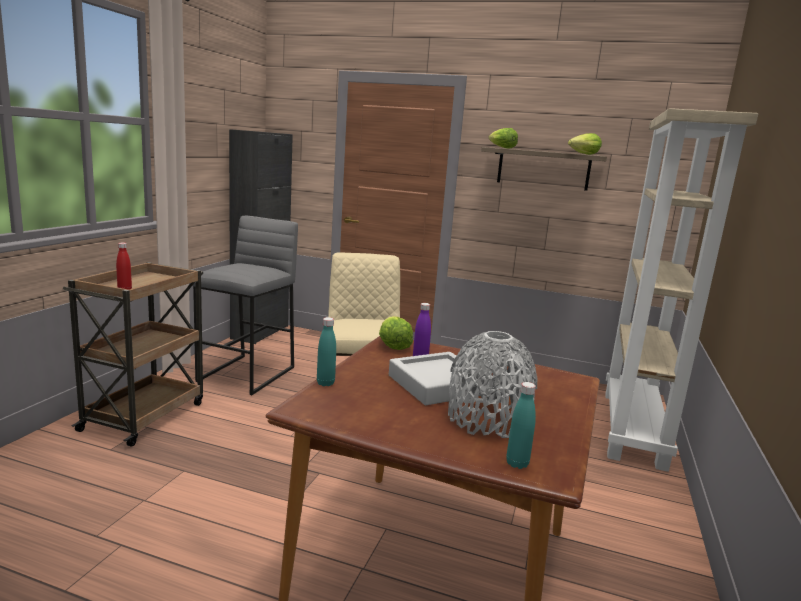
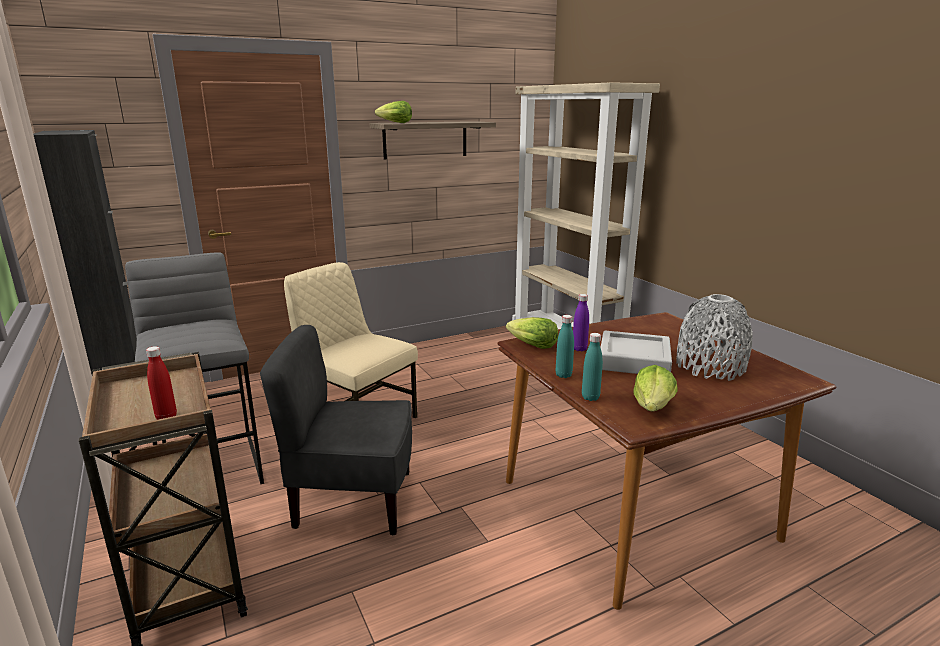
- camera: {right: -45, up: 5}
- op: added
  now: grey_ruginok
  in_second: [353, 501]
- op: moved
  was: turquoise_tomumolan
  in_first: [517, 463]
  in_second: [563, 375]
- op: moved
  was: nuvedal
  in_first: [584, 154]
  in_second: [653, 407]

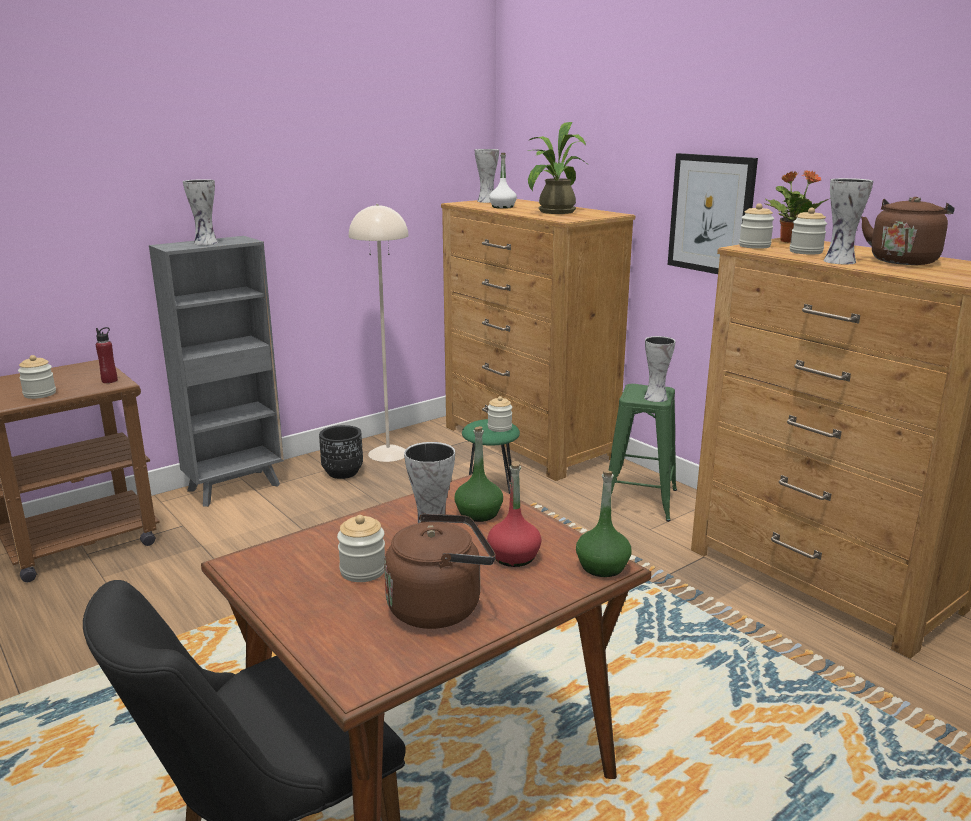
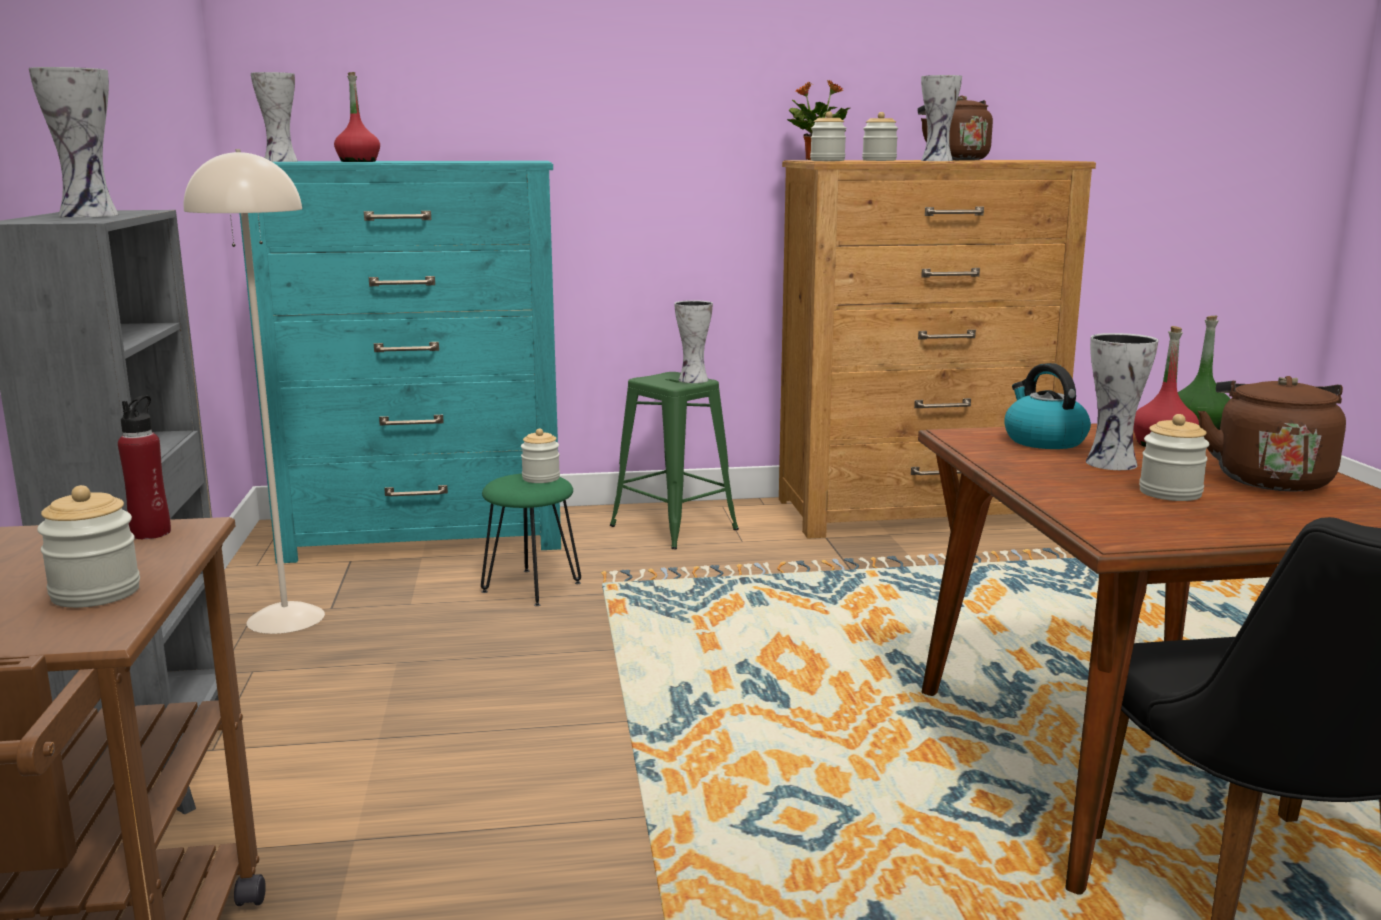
- camera: {right: -60, up: -5}
- op: removed
  was: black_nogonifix
  in_first: [343, 472]
- op: removed
  was: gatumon
  in_first: [553, 212]
- op: removed
  was: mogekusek
  in_first: [711, 214]
- op: replaced
  was: green_tomumolan
  now: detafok
  in_first: [478, 513]
  in_second: [1043, 440]
- op: recoloured
  was: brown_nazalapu
  now: turquoise_nazalapu
  in_first: [528, 442]
  in_second: [427, 534]
- op: recoloured
  was: white_tomumolan
  now: red_tomumolan
  in_first: [502, 207]
  in_second: [358, 161]

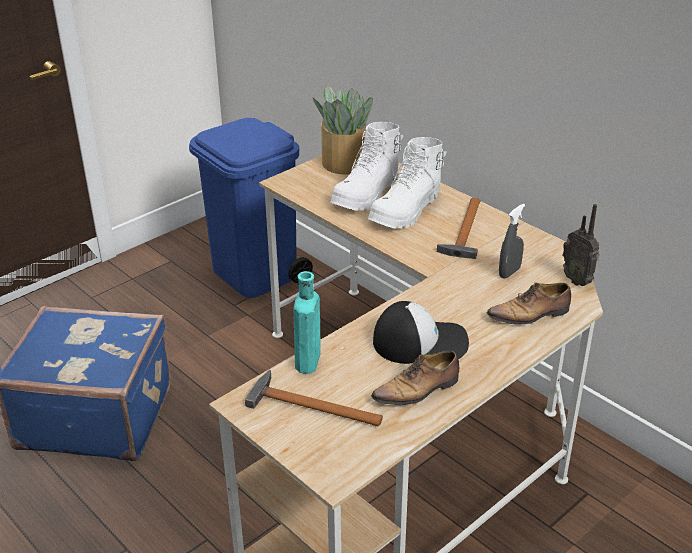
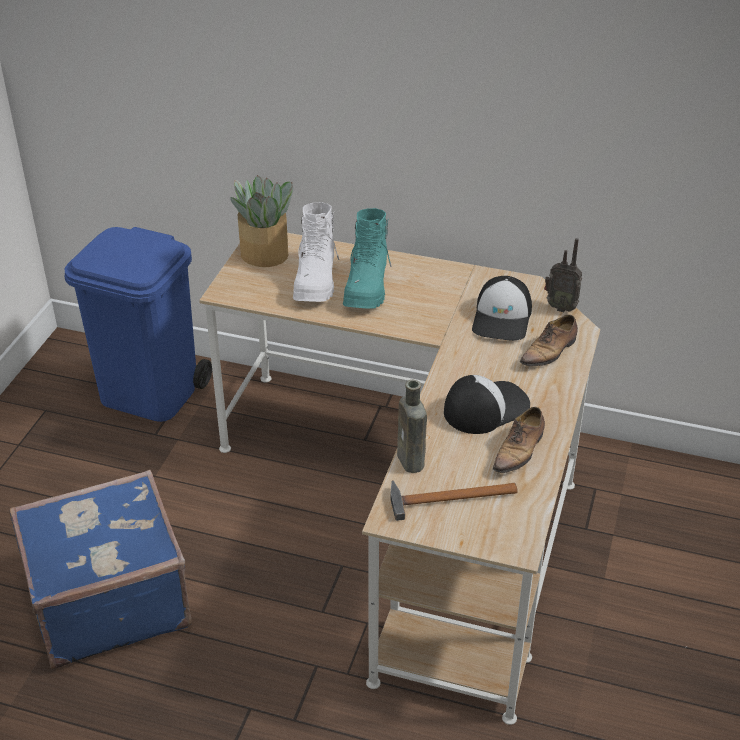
- camera: {right: -30, up: 5}
- op: removed
  was: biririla
  in_first: [464, 232]
- op: replaced
  was: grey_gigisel
  now: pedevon
  in_first: [509, 272]
  in_second: [502, 318]
- op: recoloured
  was: turquoise_tomumolan
  now: brown_tomumolan
  in_first: [307, 363]
  in_second: [411, 462]
- op: recoloured
  was: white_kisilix
  now: turquoise_kisilix
  in_first: [407, 211]
  in_second: [367, 287]

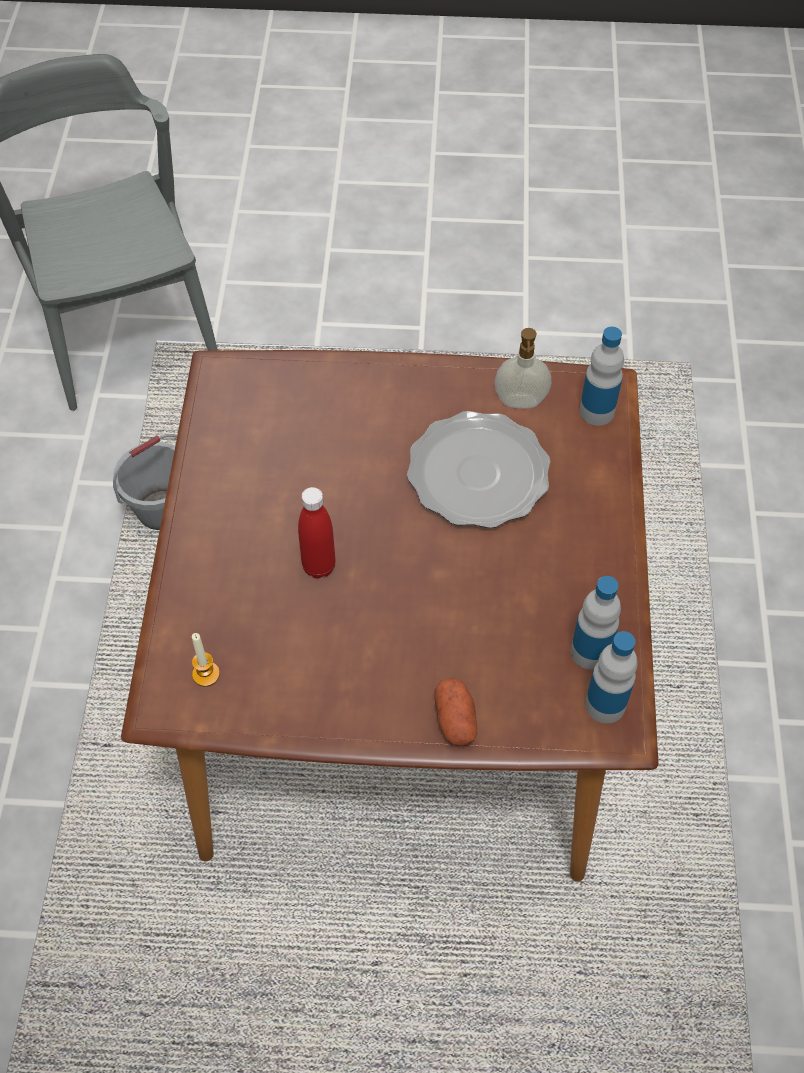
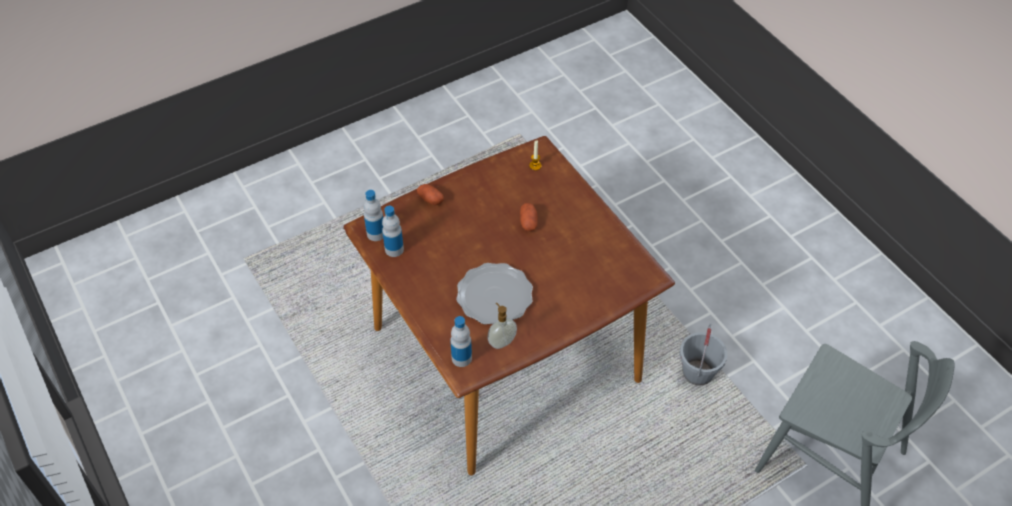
- camera: {right: 145, up: -5}
- op: replaced
  was: red_tomumolan
  now: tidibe
  in_first: [319, 566]
  in_second: [528, 222]

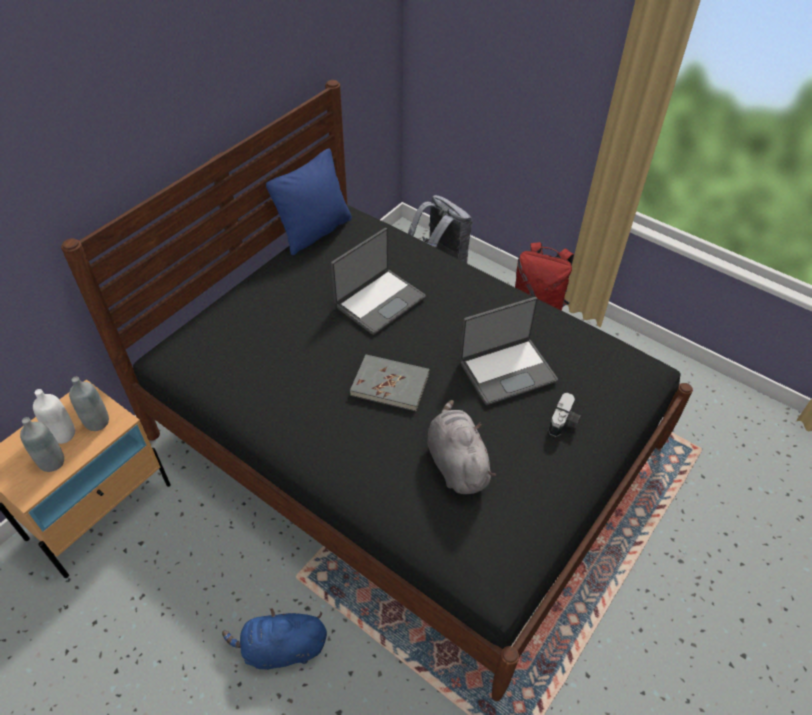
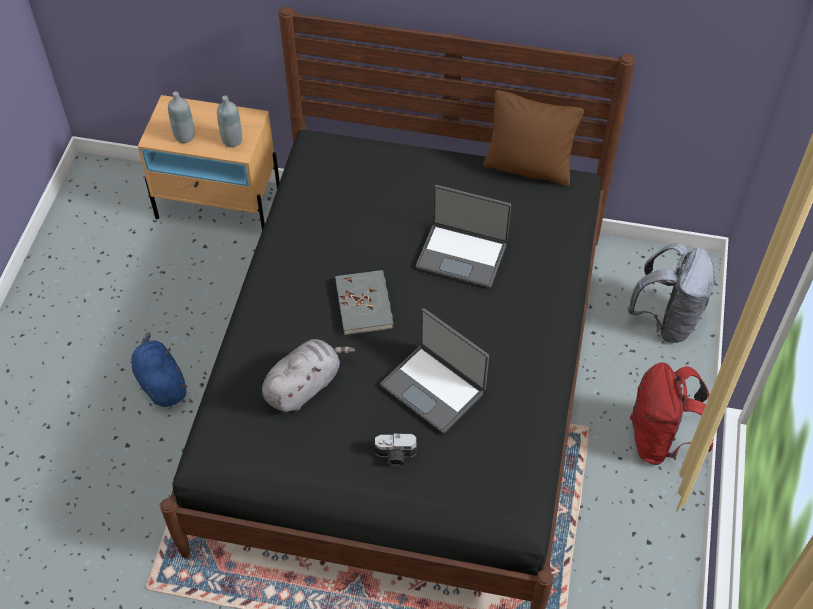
- camera: {right: 65, up: 5}
- op: removed
  was: white_tomumolan
  in_first: [63, 434]
- op: recoloured
  was: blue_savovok
  now: brown_savovok
  in_first: [315, 232]
  in_second: [528, 167]

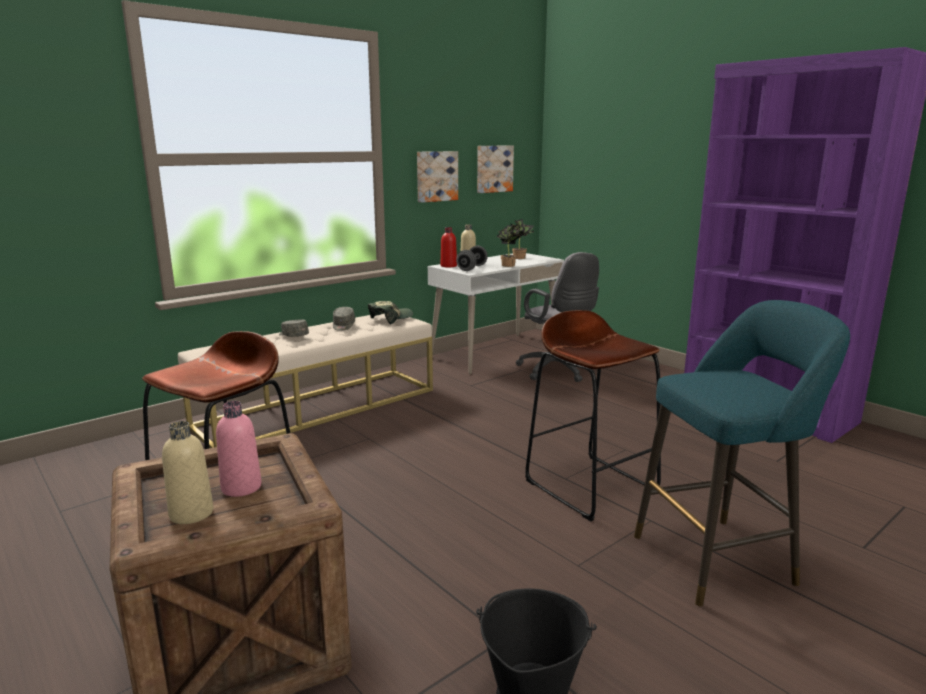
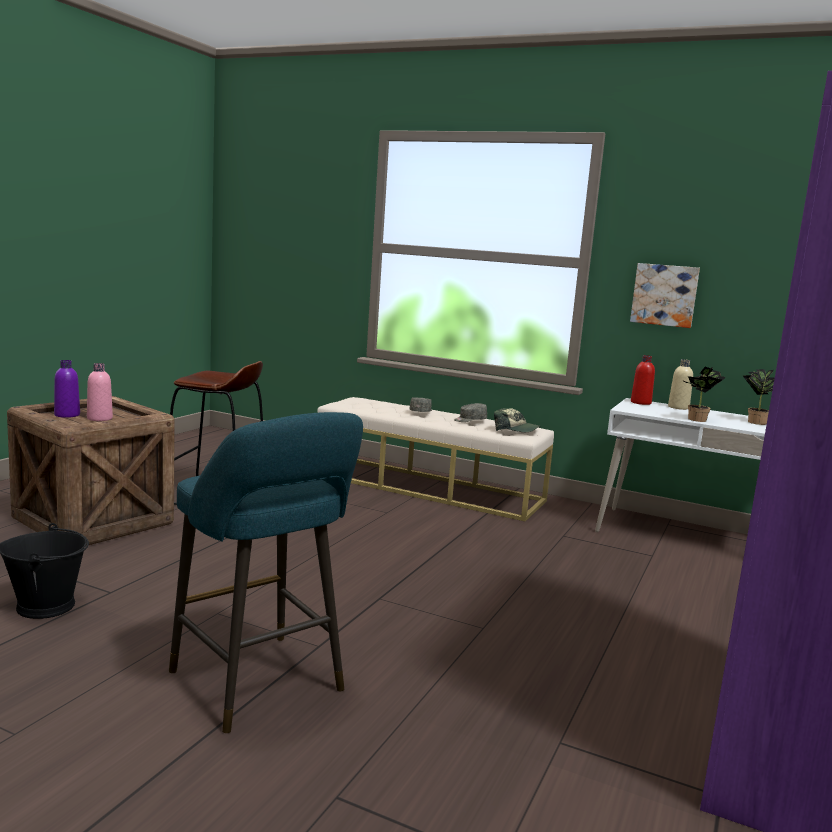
- camera: {right: 65, up: -5}
- op: removed
  was: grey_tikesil
  in_first: [472, 268]
- op: removed
  was: mogekusek
  in_first: [493, 169]
- op: removed
  was: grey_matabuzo
  in_first: [557, 371]
- op: removed
  was: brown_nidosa
  in_first: [591, 485]
- op: recoloured
  was: beige_tomumolan
  now: purple_tomumolan
  in_first: [191, 513]
  in_second: [67, 415]

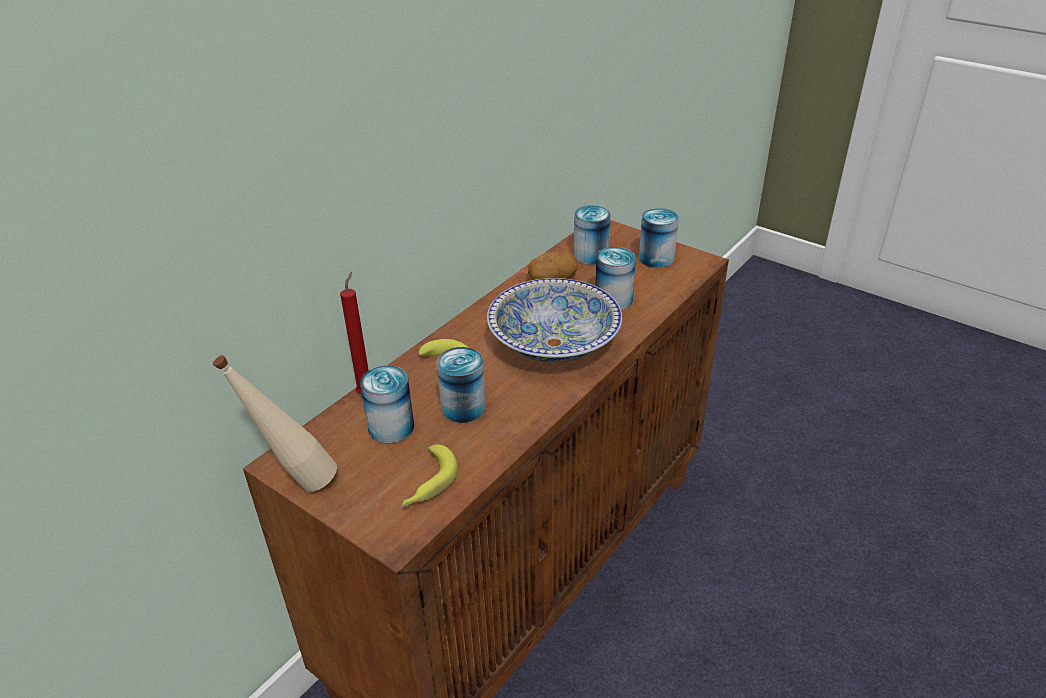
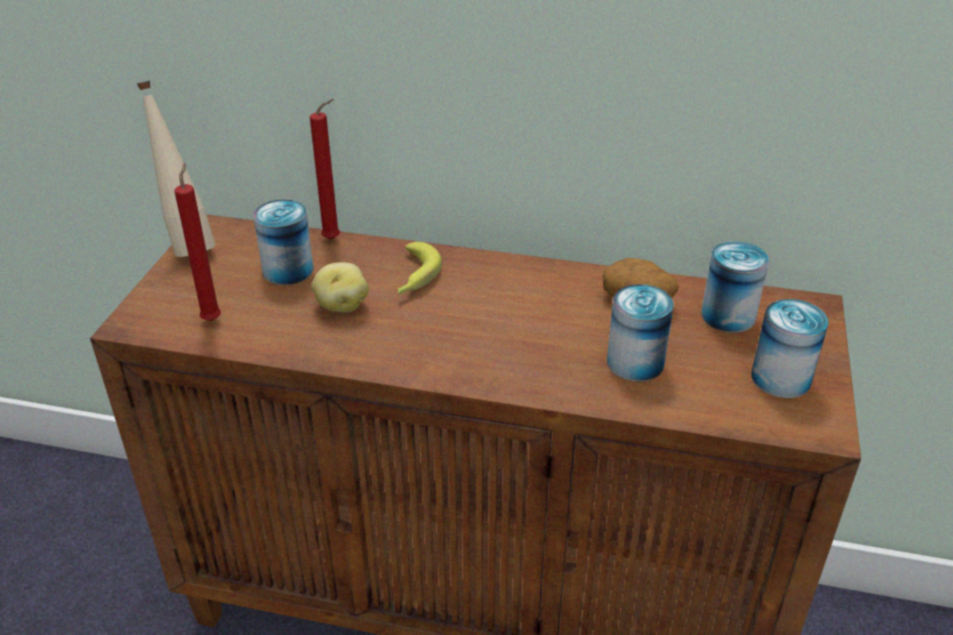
- camera: {right: 65, up: 0}
- op: removed
  was: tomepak
  in_first: [554, 344]
- op: replaced
  was: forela
  now: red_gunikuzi
  in_first: [428, 484]
  in_second: [213, 318]
- op: replaced
  was: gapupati
  now: tidibe
  in_first: [463, 407]
  in_second: [341, 305]

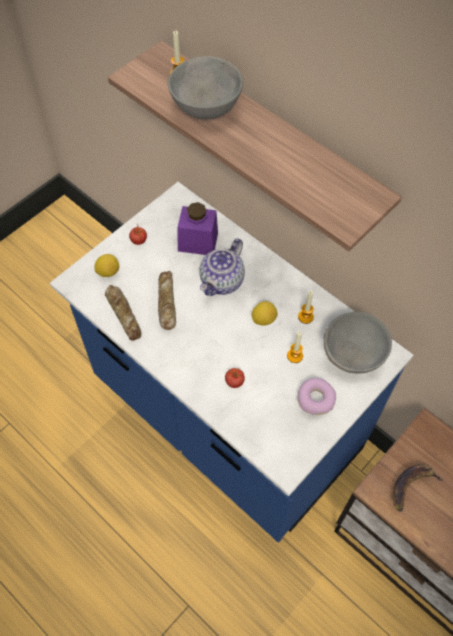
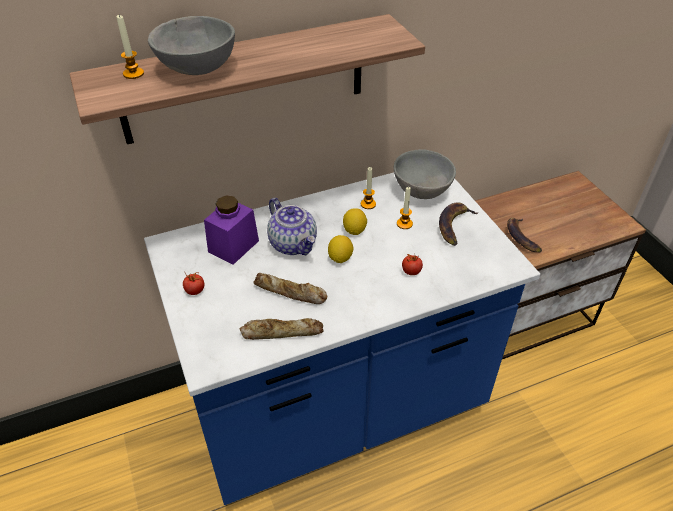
- camera: {right: -65, up: -15}
- op: moved
  was: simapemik
  in_first: [108, 272]
  in_second: [340, 258]
- op: replaced
  was: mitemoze
  now: forela
  in_first: [316, 399]
  in_second: [454, 226]

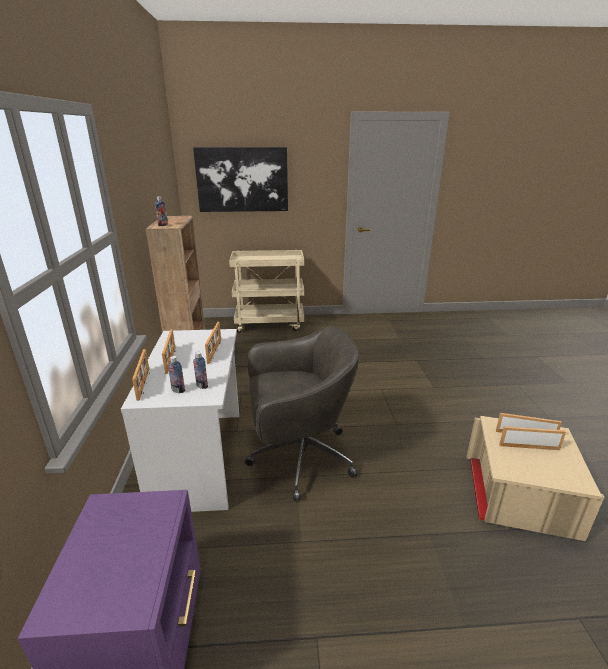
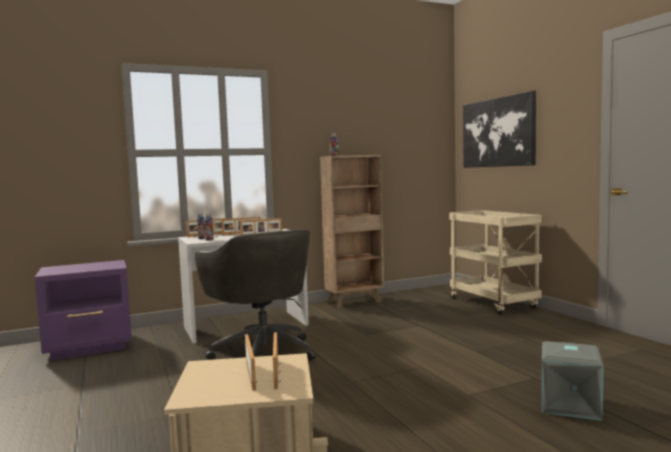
- camera: {right: 70, up: -20}
- op: added
  now: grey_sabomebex
  in_second: [571, 405]

